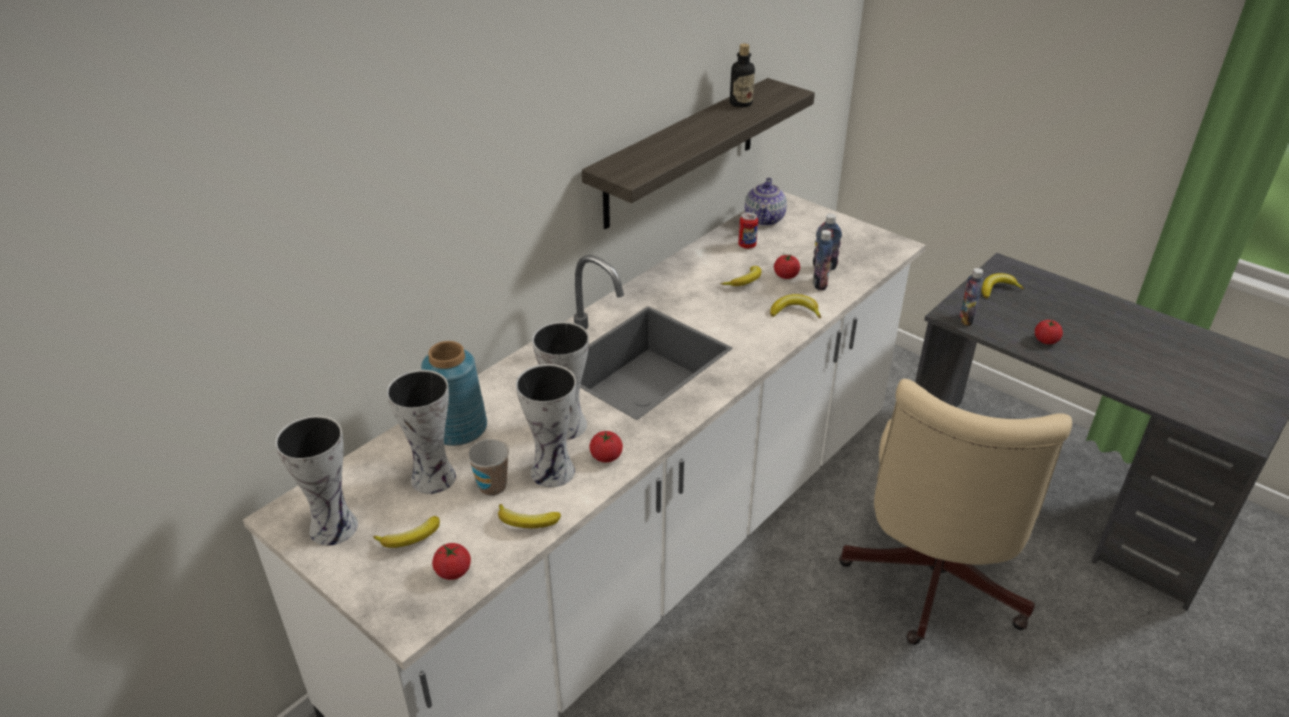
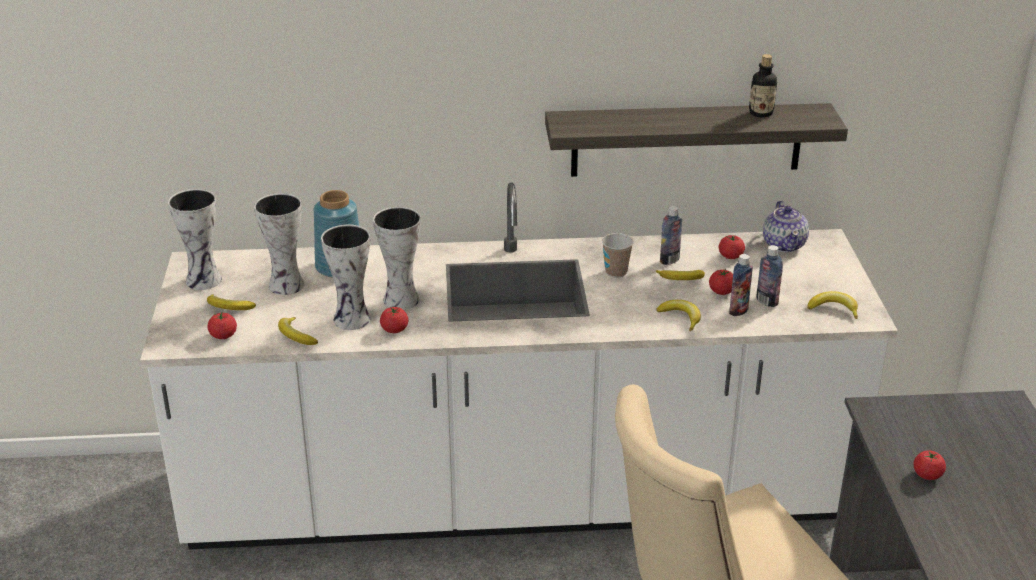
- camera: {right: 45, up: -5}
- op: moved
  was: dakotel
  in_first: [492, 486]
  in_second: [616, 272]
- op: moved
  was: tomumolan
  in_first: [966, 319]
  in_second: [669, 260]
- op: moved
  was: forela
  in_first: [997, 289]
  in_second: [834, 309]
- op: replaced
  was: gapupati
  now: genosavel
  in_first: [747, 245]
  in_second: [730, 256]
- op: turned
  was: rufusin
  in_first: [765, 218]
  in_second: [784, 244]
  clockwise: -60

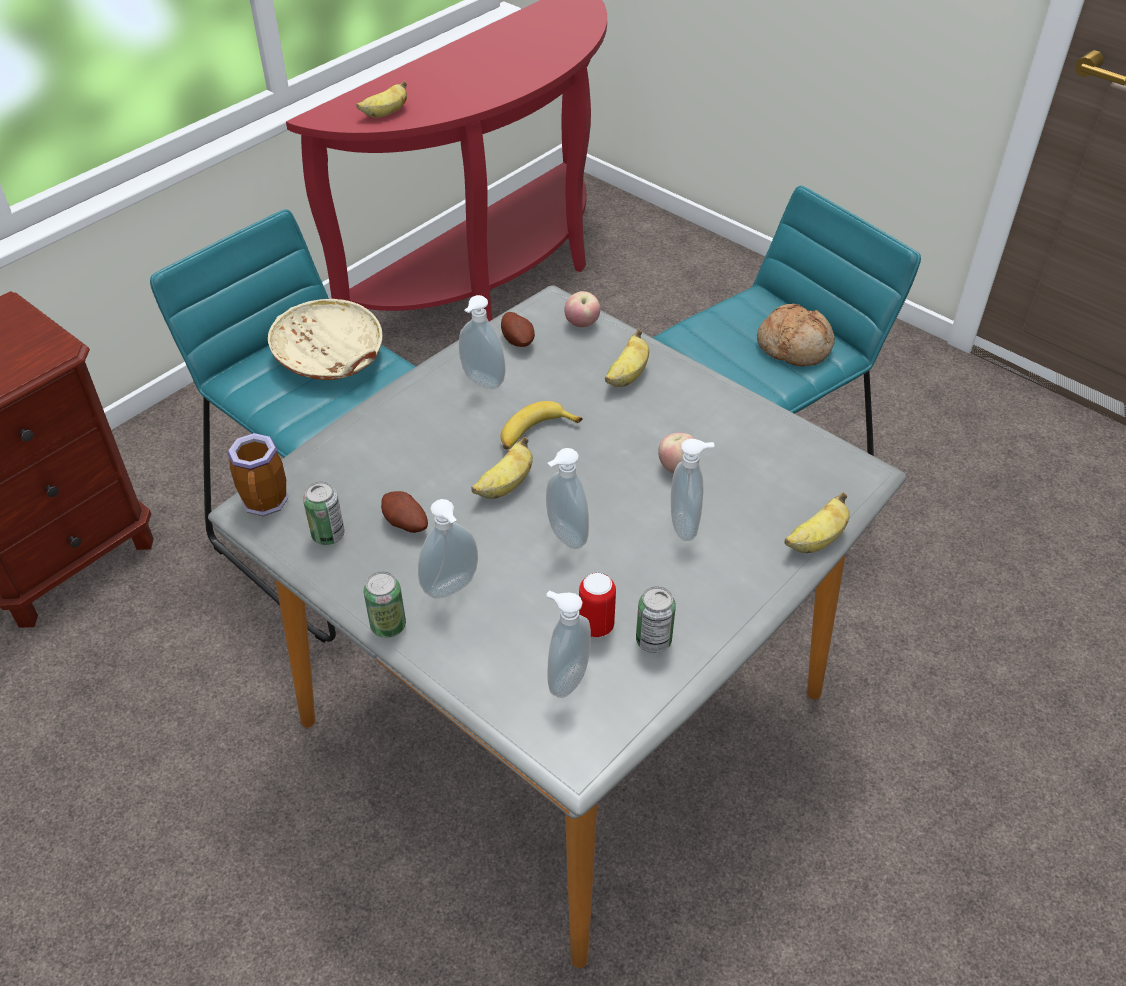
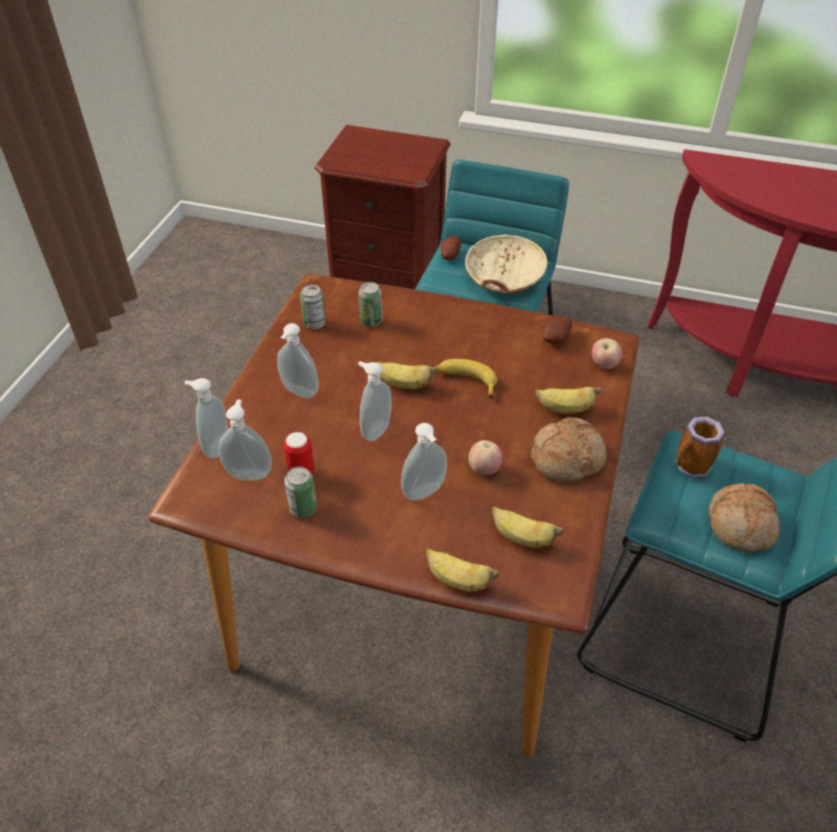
- camera: {right: 65, up: 0}
- op: added
  now: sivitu
  in_second: [566, 458]
- op: moved
  was: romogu
  in_first: [267, 504]
  in_second: [691, 468]
- op: moved
  was: forela
  in_first: [385, 114]
  in_second: [521, 538]
- op: moved
  was: gapupati
  in_first: [388, 626]
  in_second: [371, 321]
- op: moved
  was: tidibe
  in_first: [405, 524]
  in_second: [449, 255]
- op: moved
  was: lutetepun
  in_first: [481, 382]
  in_second: [215, 446]
- op: recoloured
  was: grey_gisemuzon
  now: brown_gisemuzon
  in_first: [561, 710]
  in_second: [417, 581]

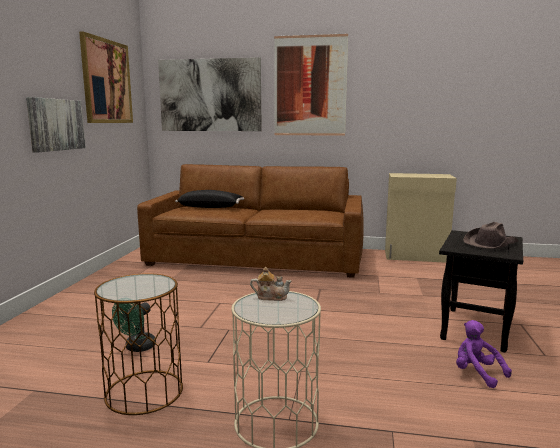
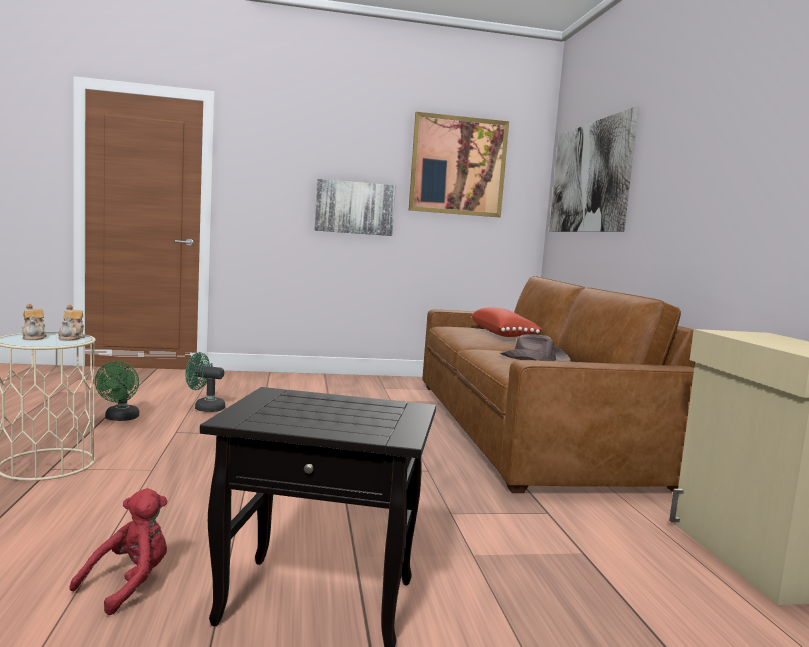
- camera: {right: 70, up: -5}
- op: removed
  was: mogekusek
  in_first: [310, 86]
- op: added
  now: rufusin
  in_second: [34, 337]
- op: moved
  was: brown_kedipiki
  in_first: [490, 243]
  in_second: [533, 359]
- op: replaced
  was: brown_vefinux
  now: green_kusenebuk
  in_first: [144, 391]
  in_second: [120, 419]
- op: recoloured
  was: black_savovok
  now: red_savovok
  in_first: [210, 207]
  in_second: [503, 334]
- op: recoloured
  was: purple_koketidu
  now: red_koketidu
  in_first: [477, 373]
  in_second: [129, 584]

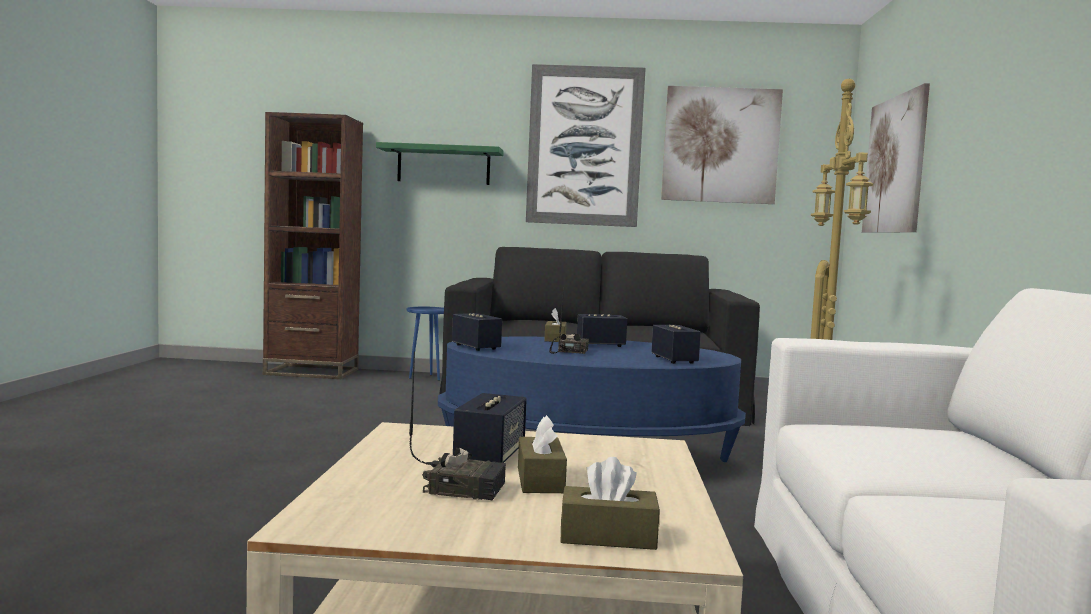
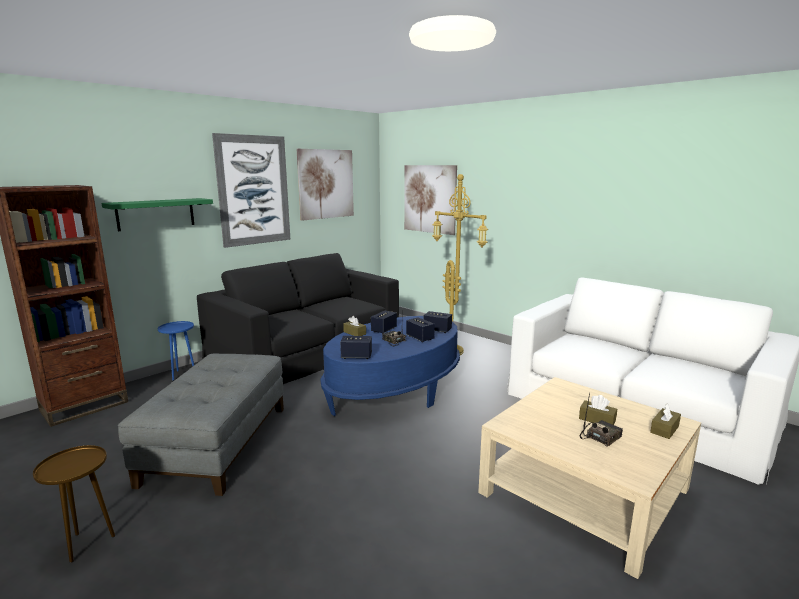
- camera: {right: -50, up: 10}
- op: added
  now: brown_vefinux
  in_second: [87, 543]
- op: added
  now: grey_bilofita
  in_second: [217, 443]
- op: moved
  was: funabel
  in_first: [489, 456]
  in_second: [420, 338]

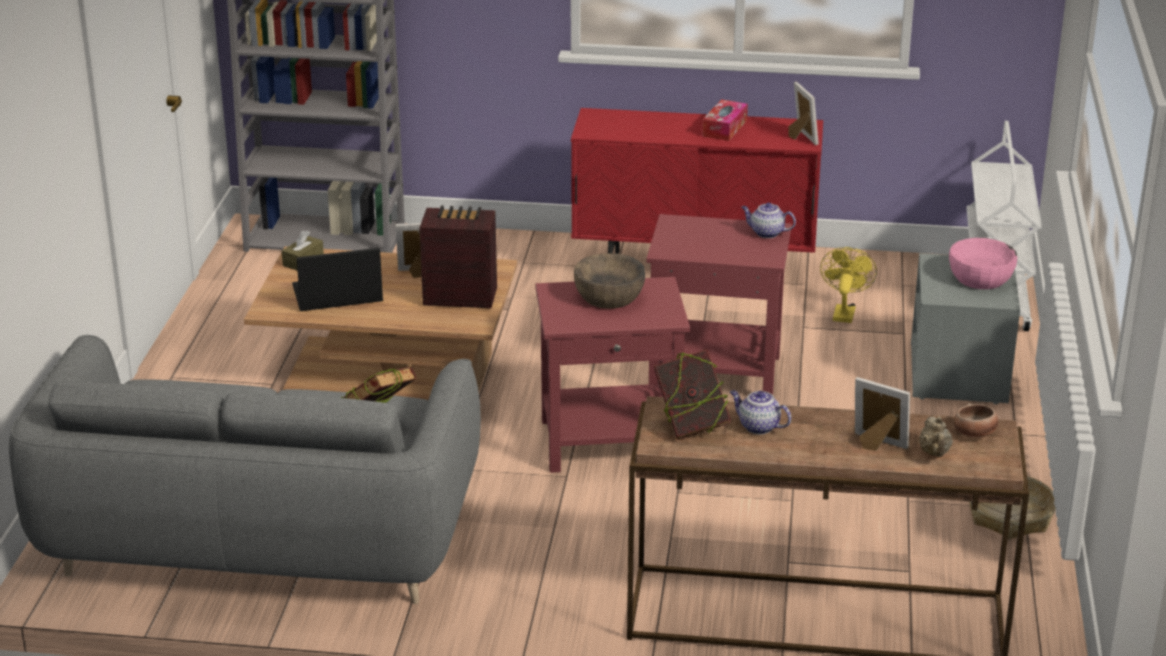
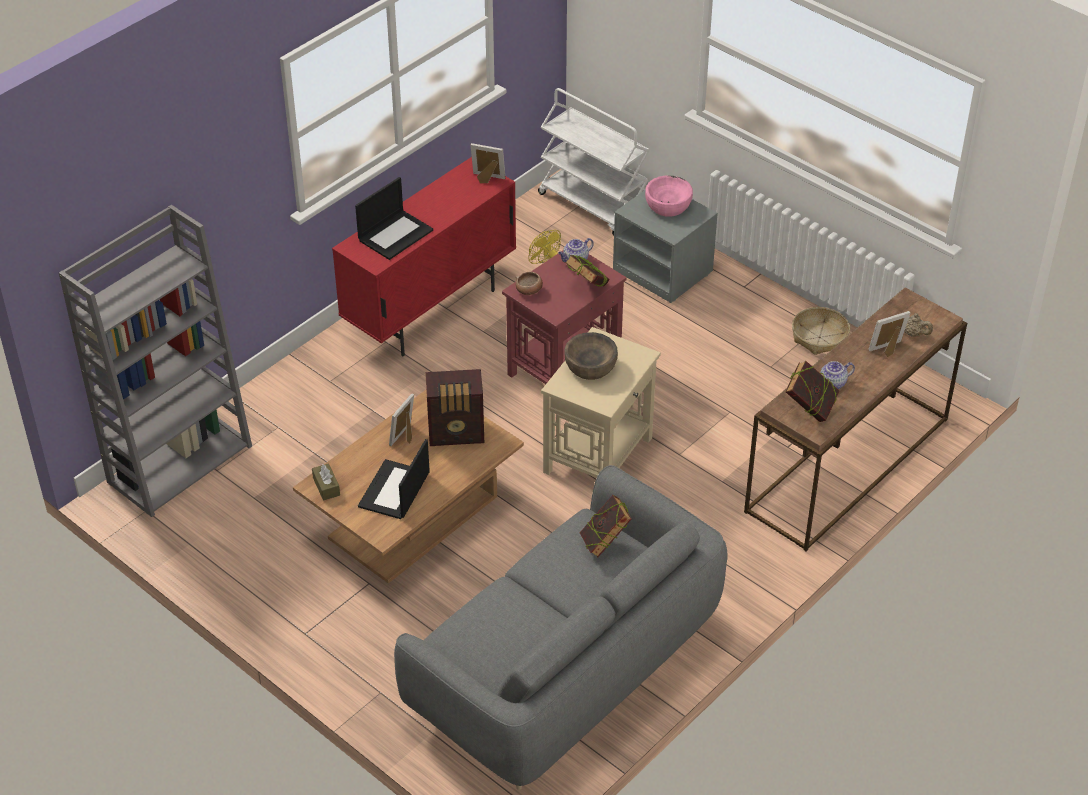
- camera: {right: -55, up: 15}
- op: removed
  was: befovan
  in_first: [724, 128]
- op: added
  now: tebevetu
  in_second: [395, 234]
- op: added
  now: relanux
  in_second: [587, 288]
- op: moved
  was: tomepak
  in_first: [974, 434]
  in_second: [529, 290]
- op: recoloured
  was: red_vefinux
  now: beige_vefinux
  in_first: [610, 443]
  in_second: [599, 455]
- op: turned
  was: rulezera
  in_first: [458, 296]
  in_second: [457, 433]
  clockwise: -135

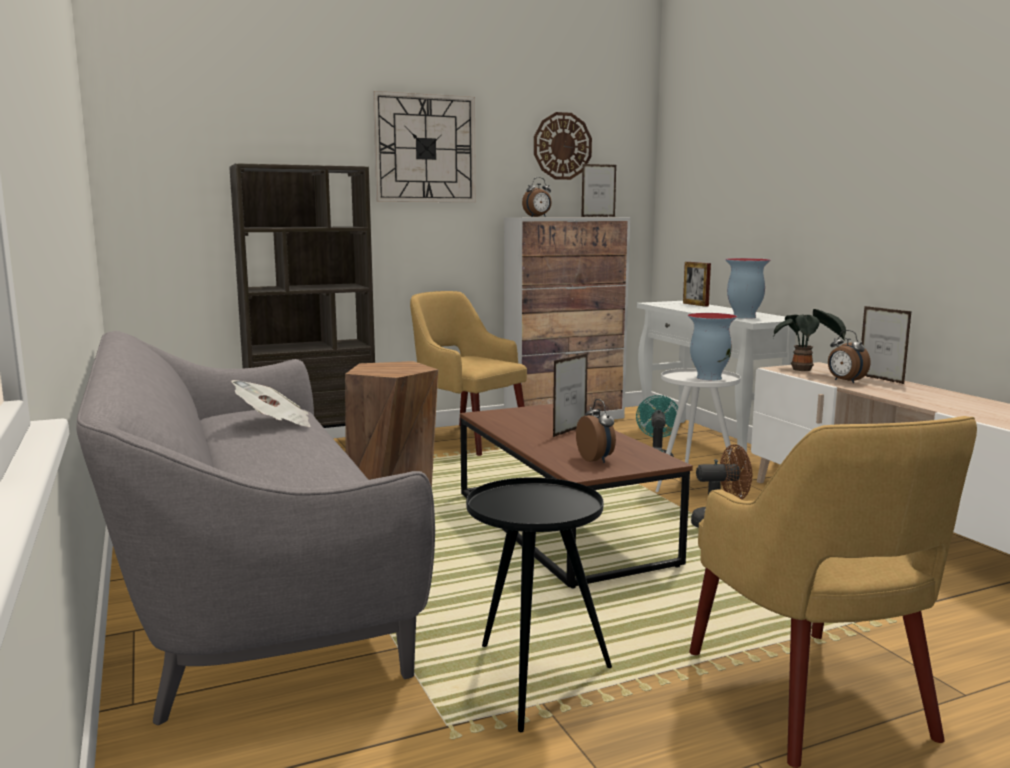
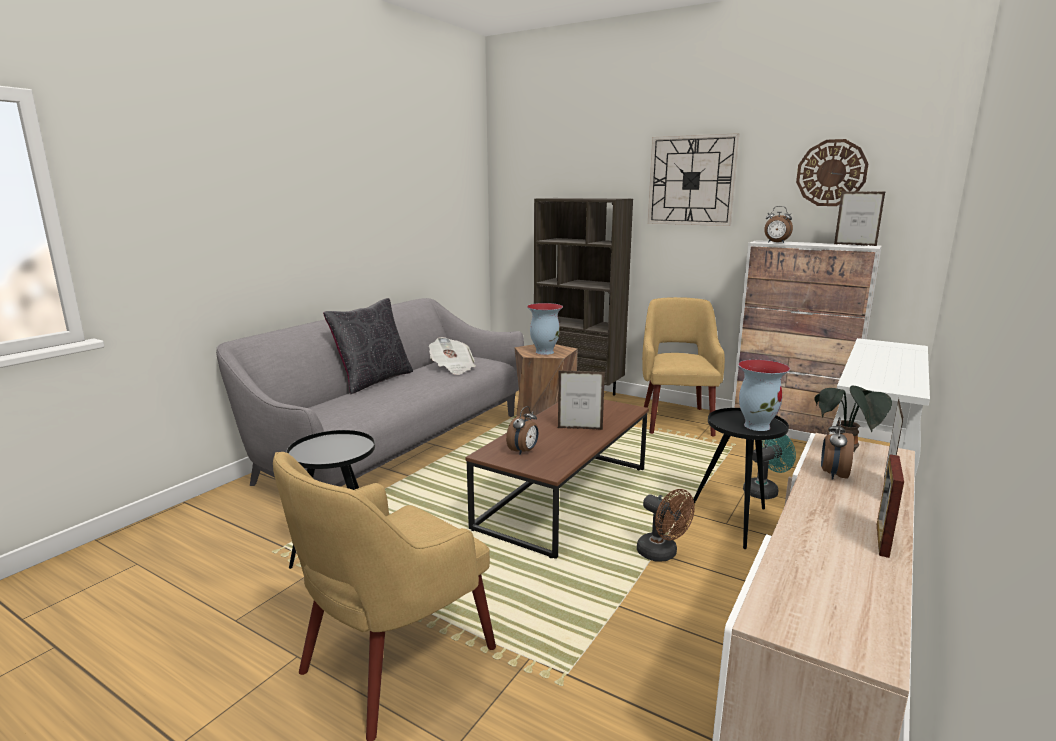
- camera: {right: 55, up: 5}
- op: added
  now: black_savovok
  in_second: [373, 380]
- op: moved
  was: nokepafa
  in_first: [695, 304]
  in_second: [882, 540]
- op: moved
  was: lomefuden
  in_first: [743, 317]
  in_second: [544, 352]
- op: recoloured
  was: white_vefinux
  now: black_vefinux
  in_first: [695, 484]
  in_second: [736, 521]

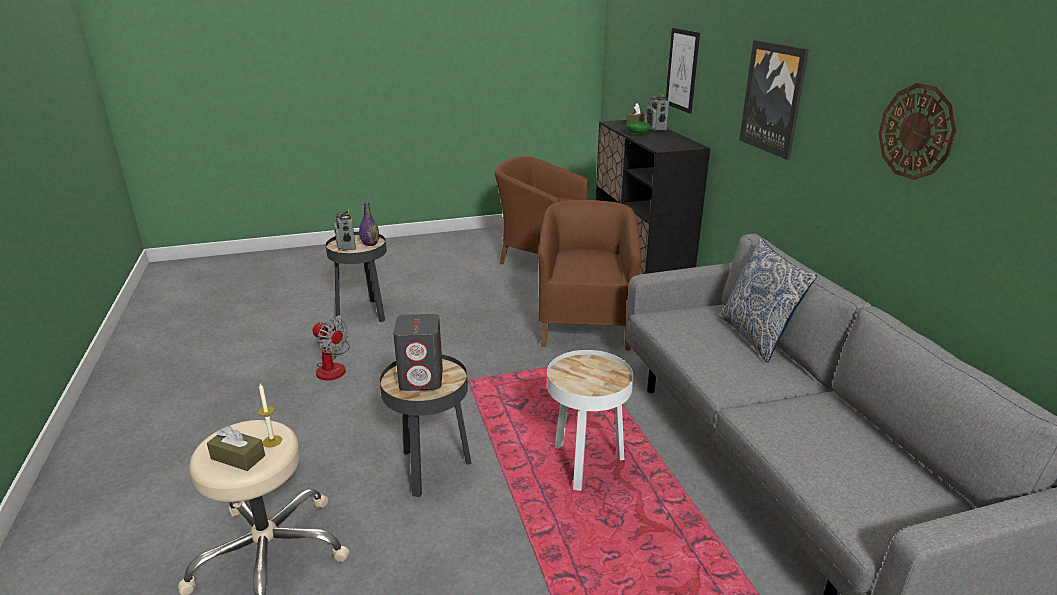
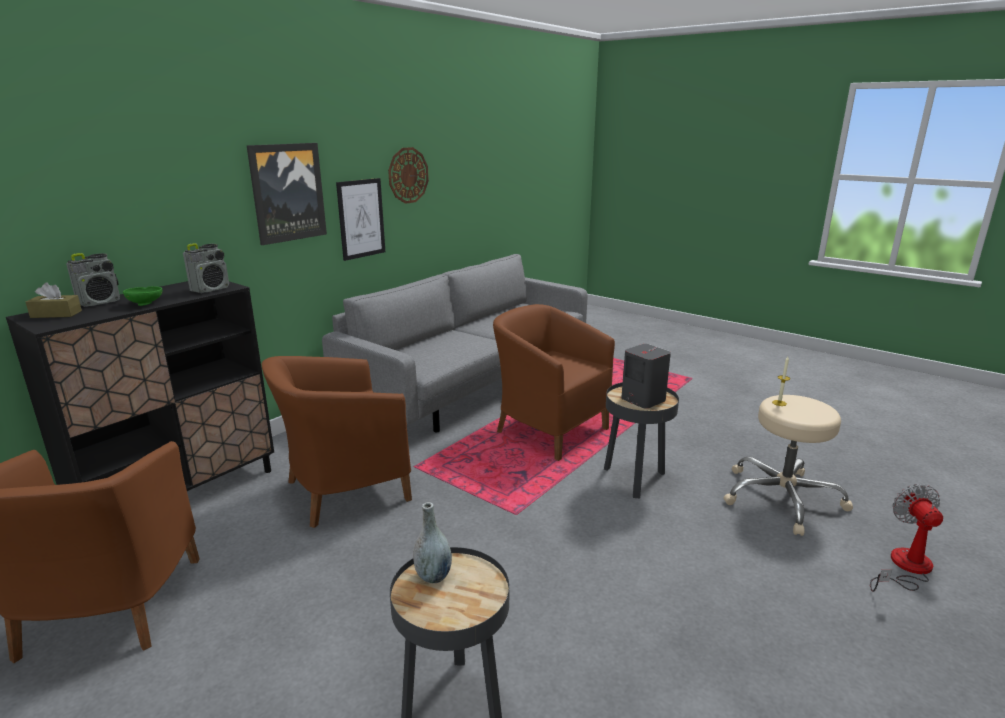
- camera: {right: -125, up: -5}
- op: removed
  was: brown_befovan
  in_first: [238, 457]
- op: removed
  was: savovok
  in_first: [756, 337]
- op: moved
  was: kusenebuk
  in_first: [333, 366]
  in_second: [905, 568]
- op: moved
  was: rulezera
  in_first: [346, 246]
  in_second: [211, 289]
- op: moved
  was: mogekusek
  in_first: [682, 70]
  in_second: [361, 218]
- op: replaced
  was: white_vefinux
  now: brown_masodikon
  in_first: [586, 464]
  in_second: [549, 430]
- op: recoloured
  was: purple_lomefuden
  now: grey_lomefuden
  in_first: [370, 244]
  in_second: [433, 576]

